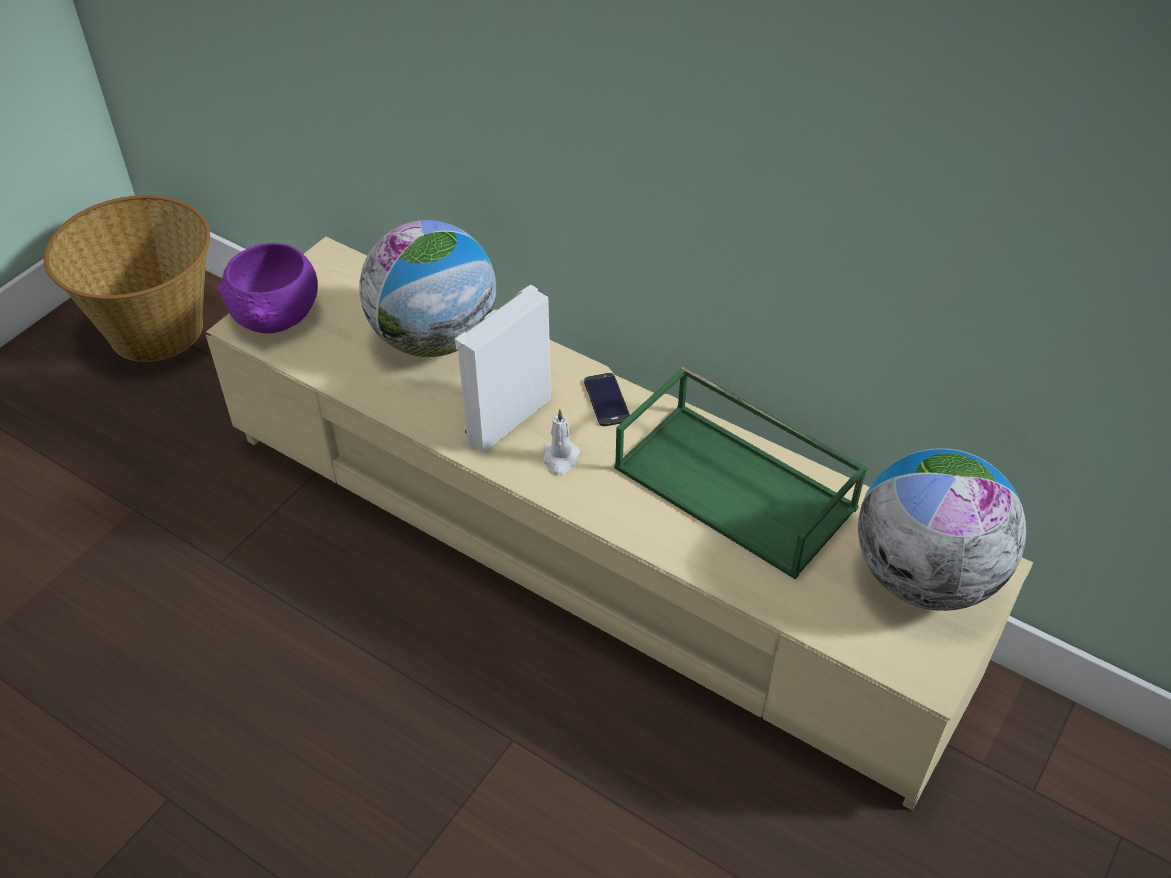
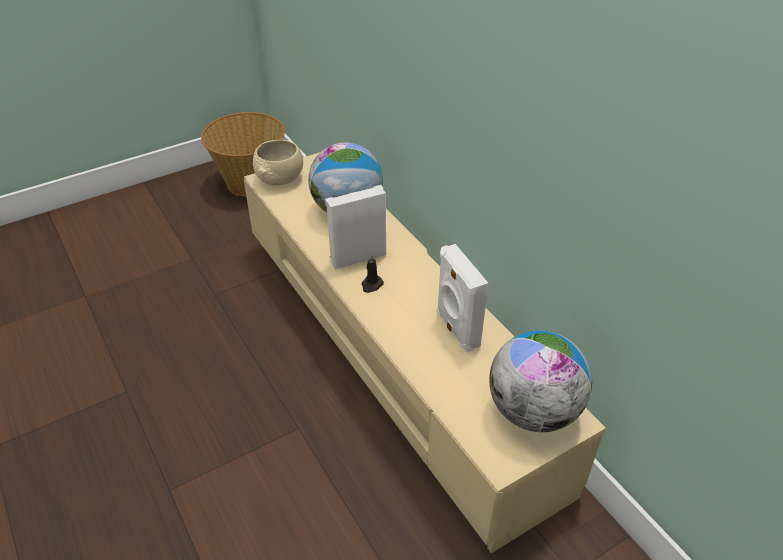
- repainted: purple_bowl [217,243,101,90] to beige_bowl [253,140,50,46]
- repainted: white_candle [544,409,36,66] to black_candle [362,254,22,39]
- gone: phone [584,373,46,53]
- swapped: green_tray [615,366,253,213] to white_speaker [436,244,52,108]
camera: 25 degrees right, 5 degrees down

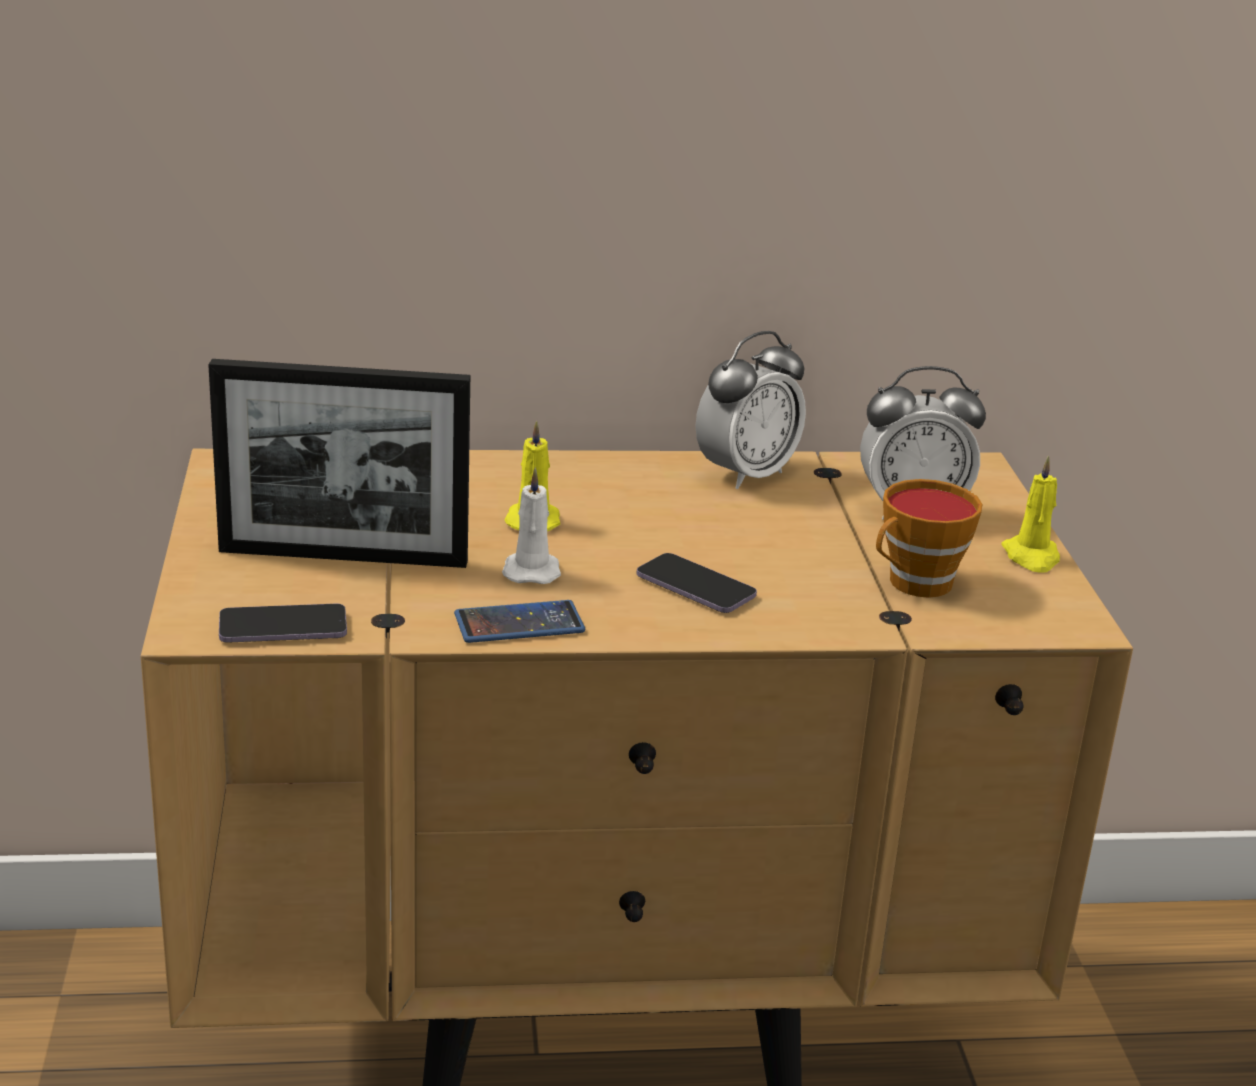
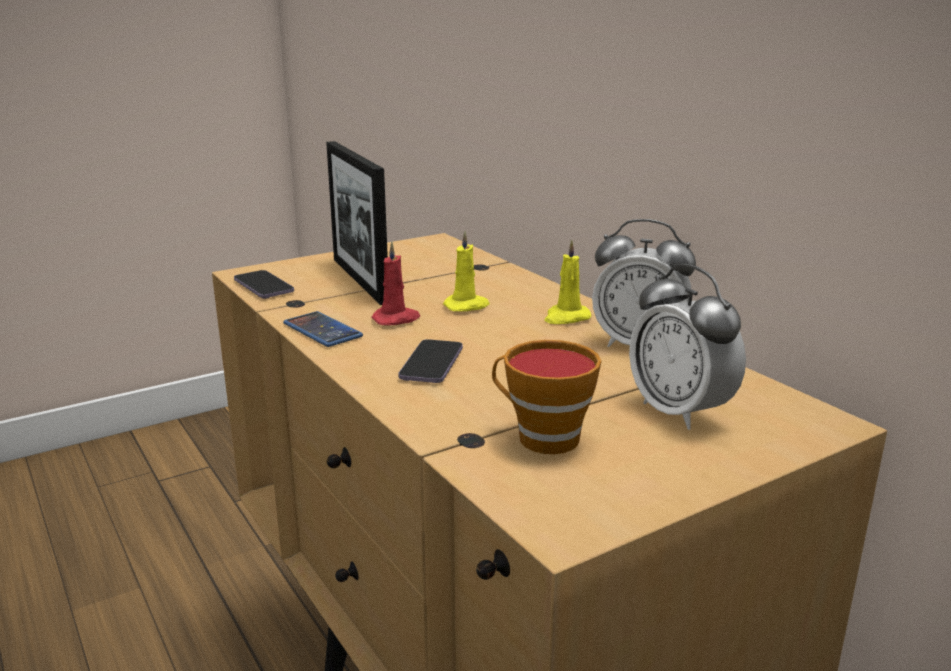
- repainted: white_candle [502,467,59,117] to red_candle [371,242,49,83]
- shifted: yellow_candle [1001,456,59,117] to [544,239,47,85]
camera: 65 degrees right, 5 degrees down

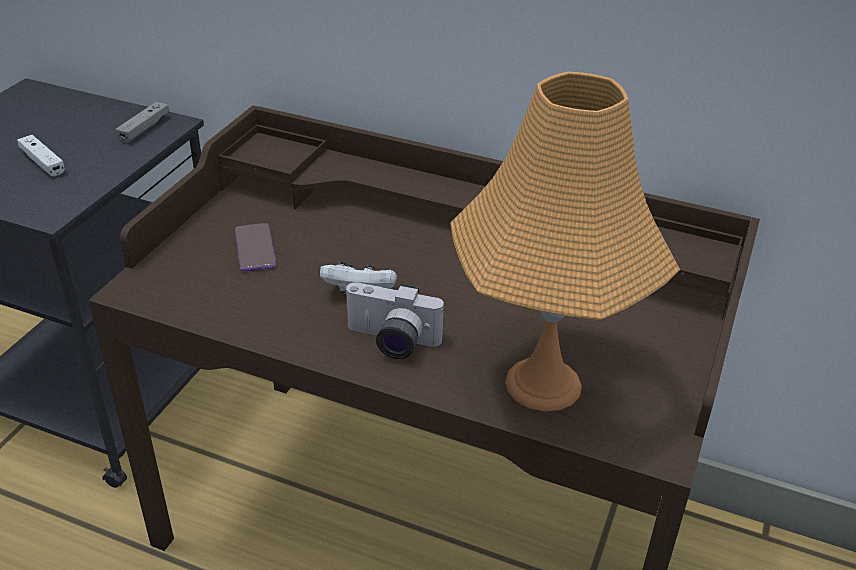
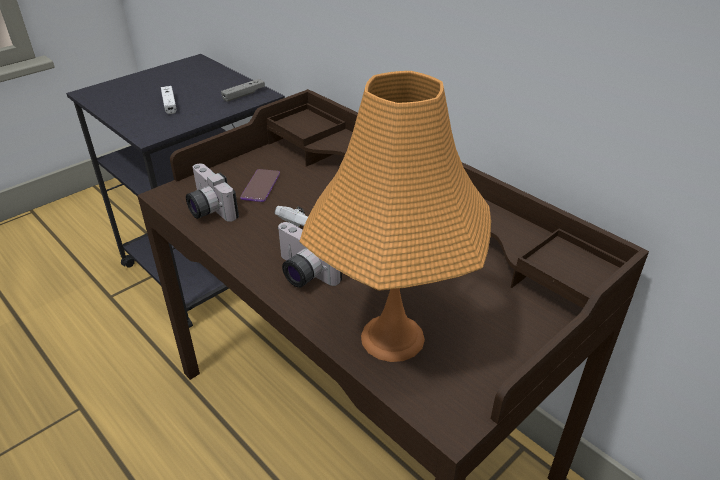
- new: photo_camera [186,163,53,59]
camera: 25 degrees right, 0 degrees up

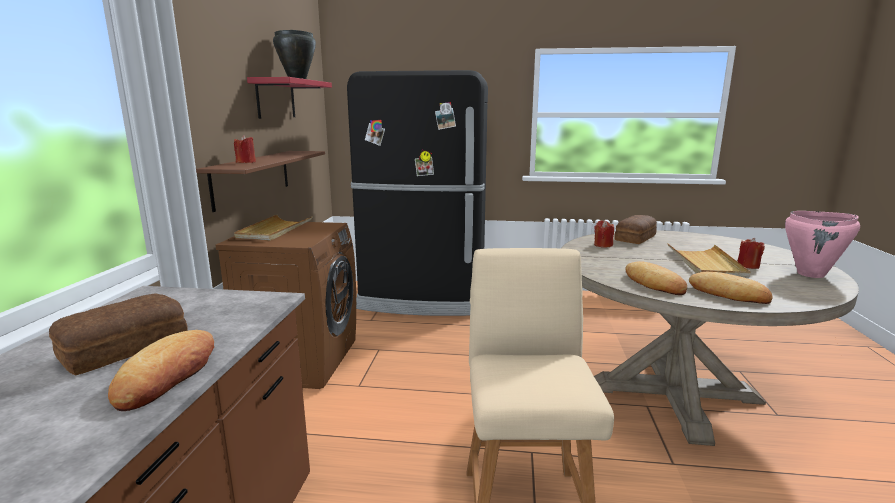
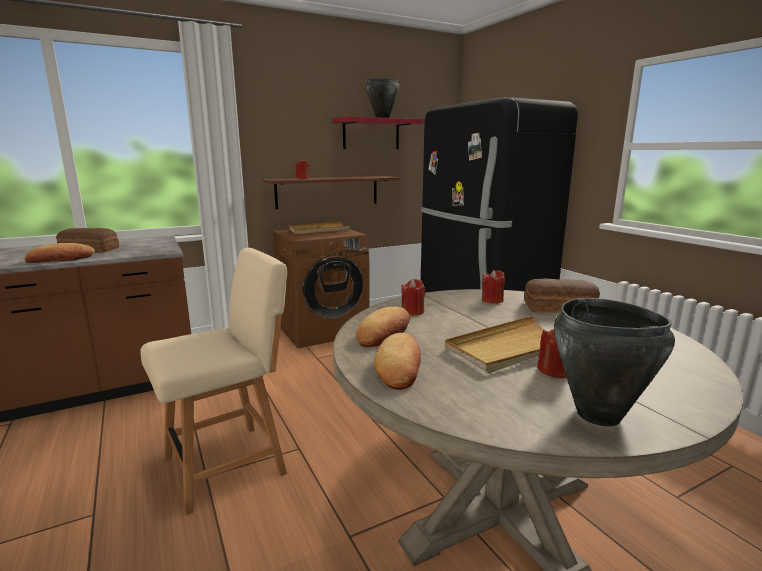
- repainted: pink_cooking_pot [785,211,75,67] to black_cooking_pot [554,298,121,128]
- new: red_candle [401,279,24,36]
camera: 55 degrees right, 0 degrees up

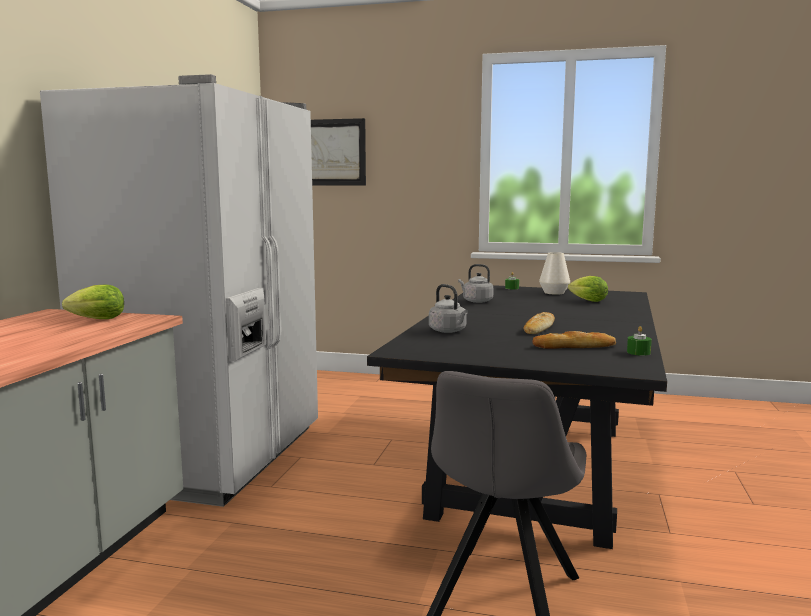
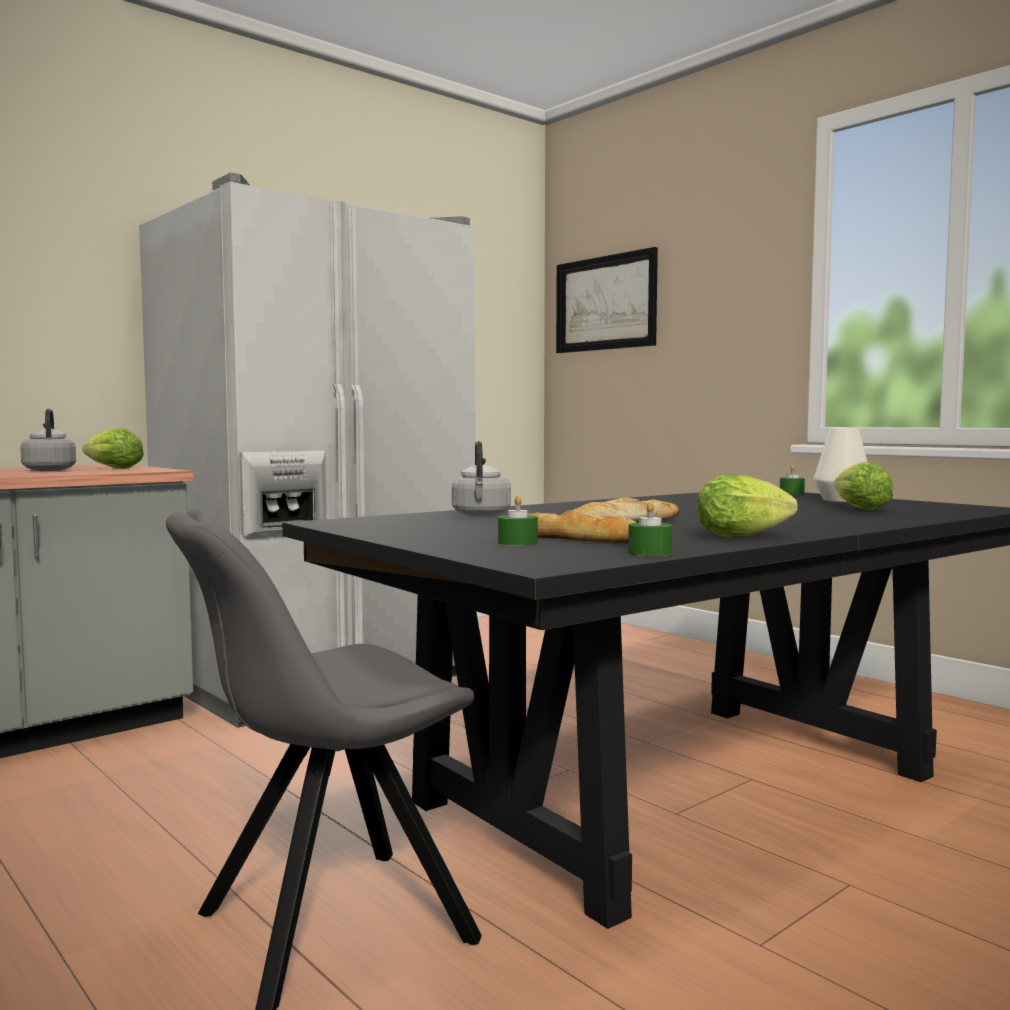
- shifted: grey_kettle [458,264,36,39] to [20,409,56,62]
- new: green_candle [498,495,40,51]
- new: lettuce [697,475,101,62]
camera: 35 degrees right, 5 degrees down

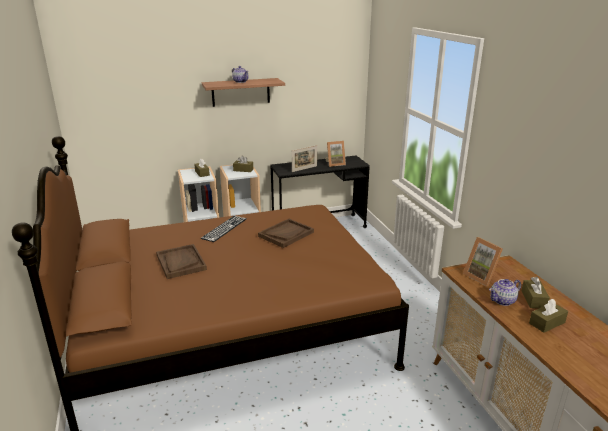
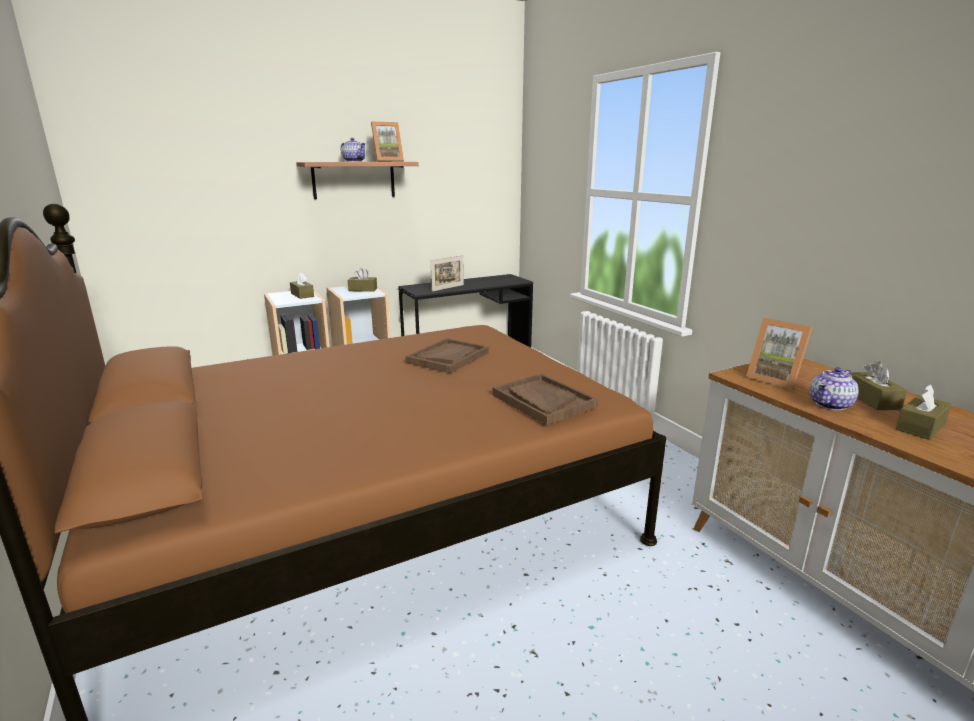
- shifted: brown_tray [156,244,51,35] to [492,374,106,51]
- gone: keyboard [200,216,47,26]
- shifted: picture_frame [326,141,20,26] to [371,122,33,40]
camera: 10 degrees left, 5 degrees down

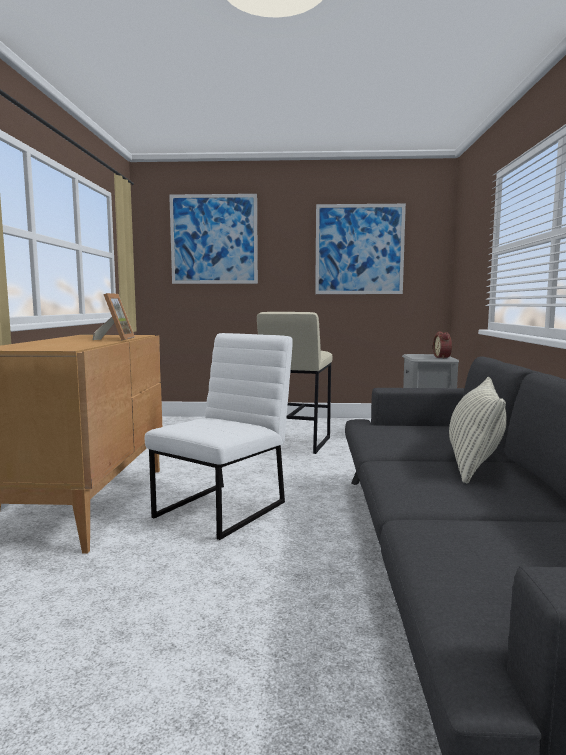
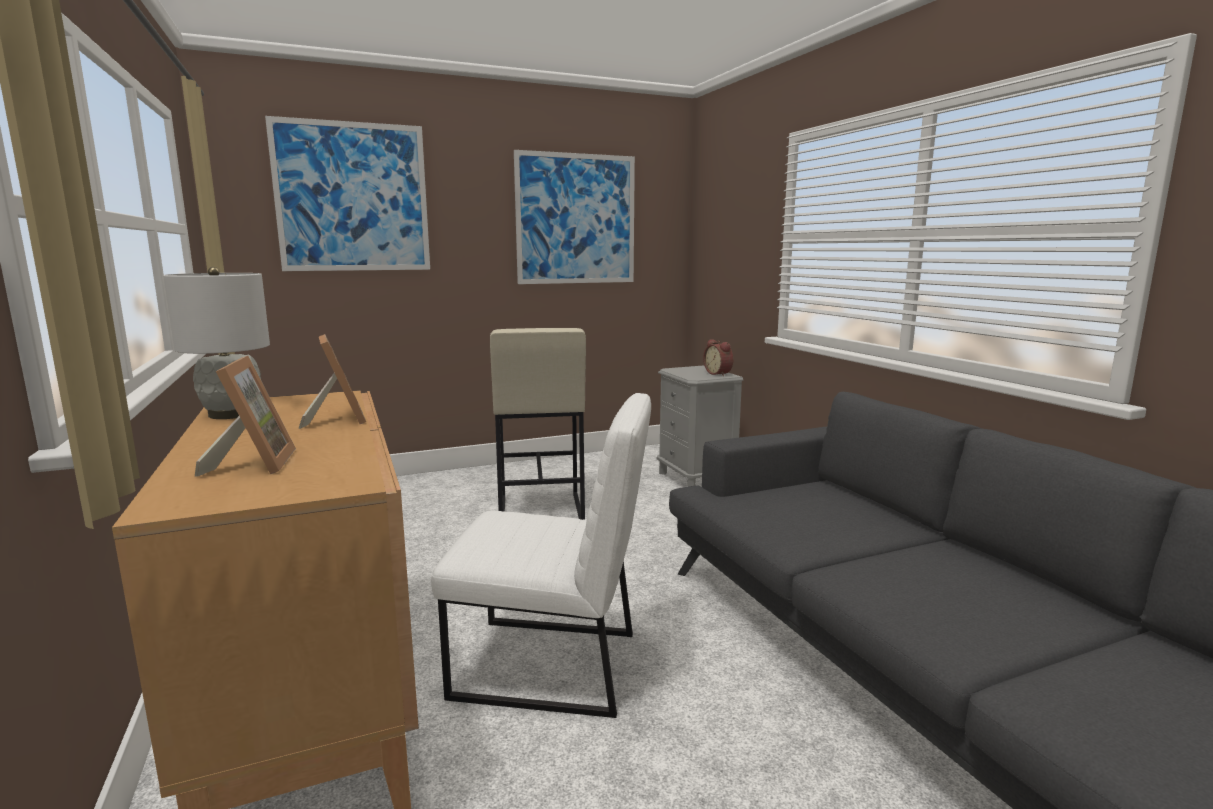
- rotated: white_chair [145,333,148,207] = [431,393,220,325] 90 degrees clockwise
- gone: pillow [449,377,58,106]
- new: white_table_lamp [163,267,107,152]
- new: picture_frame [195,356,101,121]
camera: 25 degrees left, 5 degrees up

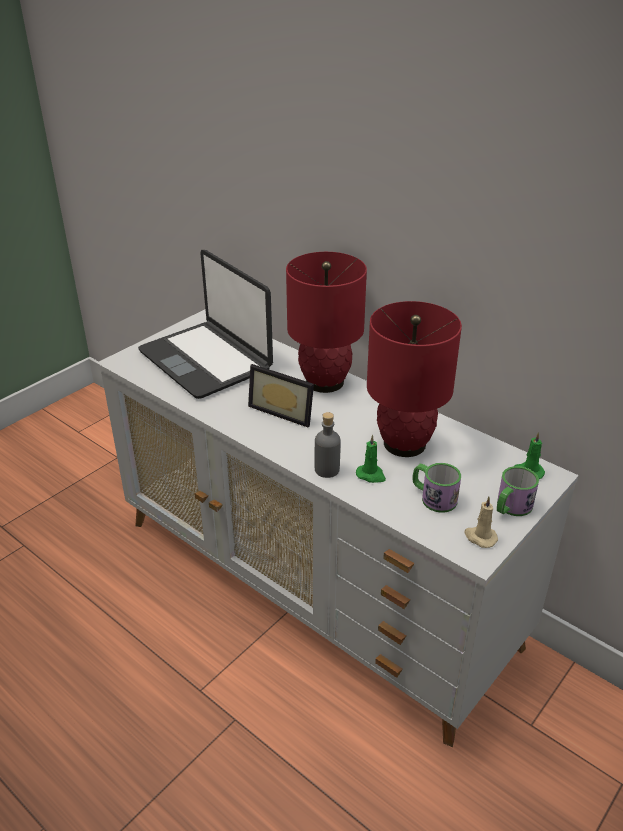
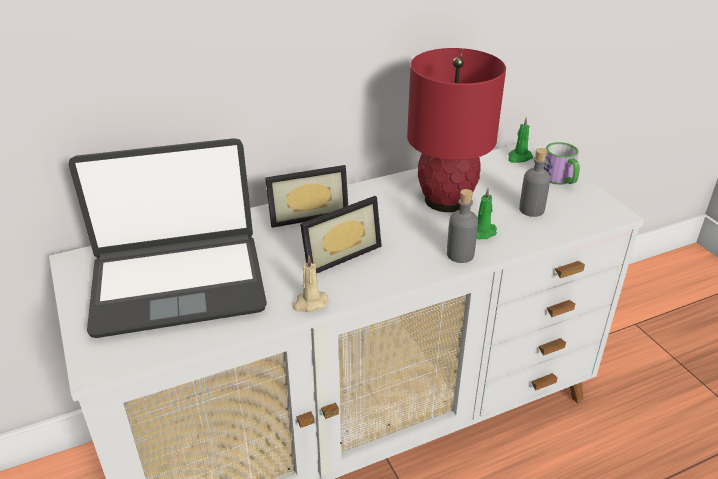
- swapped: red_table_lamp [286,252,81,141] to picture_frame [265,165,83,63]
- swapped: mug [412,463,49,50] to grey_bottle [519,148,32,69]
- shifted: beige_candle [464,497,34,51] to [292,255,36,57]
camera: 65 degrees left, 0 degrees up

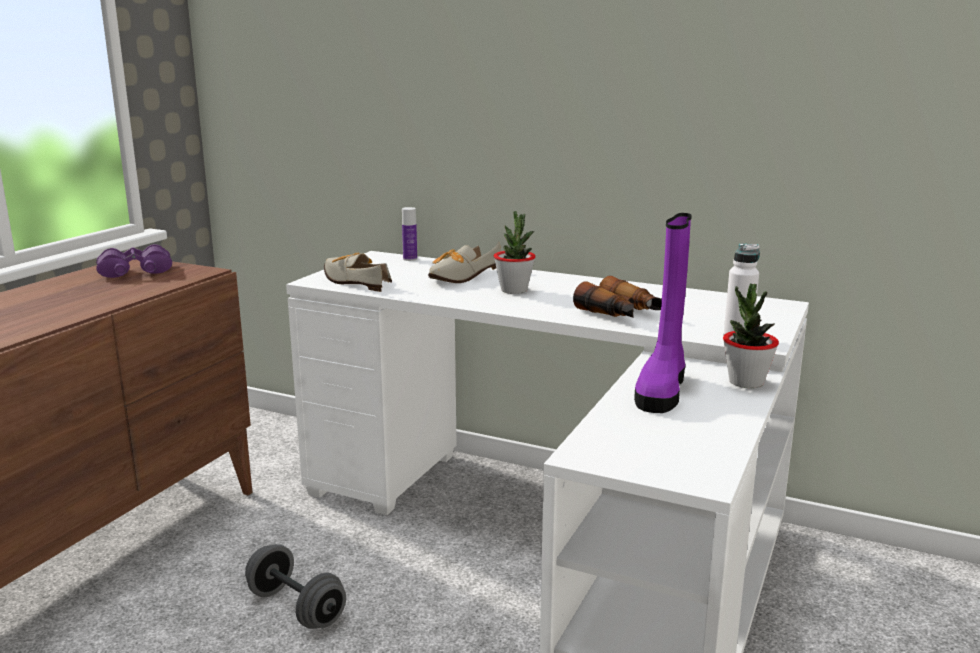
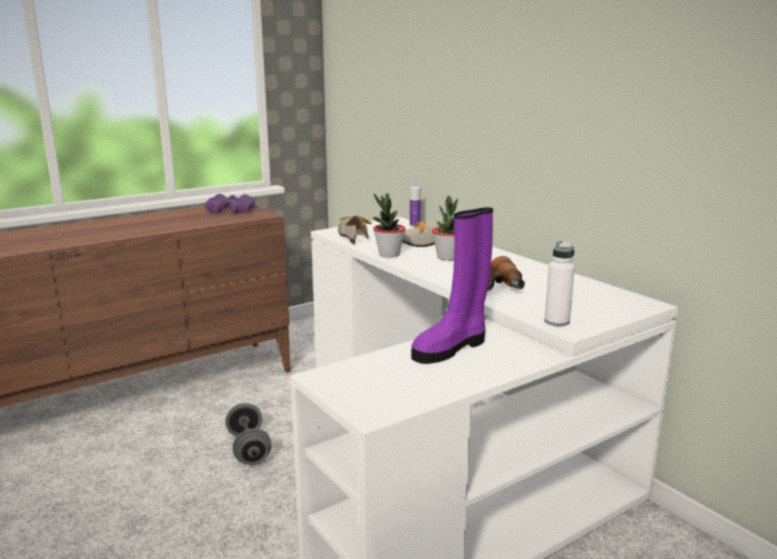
- shifted: potted_plant [723,284,56,104] to [373,193,33,65]
camera: 30 degrees right, 0 degrees up

